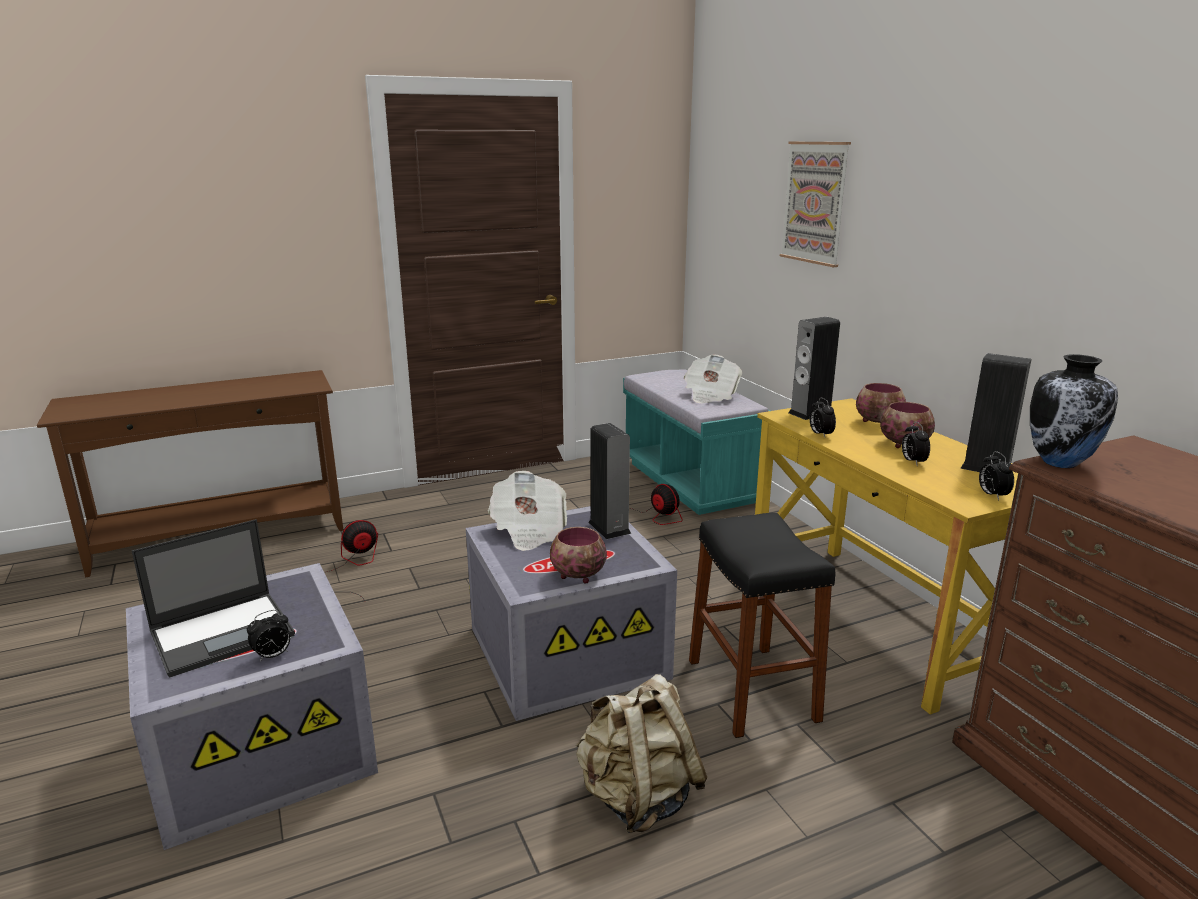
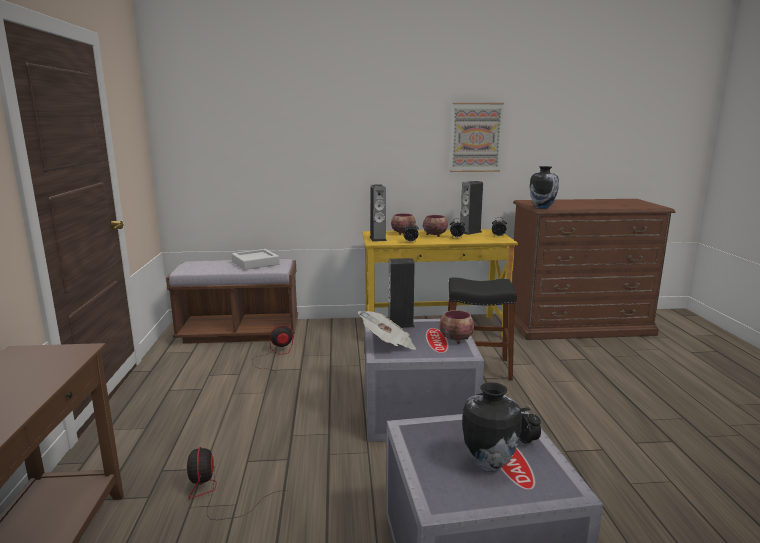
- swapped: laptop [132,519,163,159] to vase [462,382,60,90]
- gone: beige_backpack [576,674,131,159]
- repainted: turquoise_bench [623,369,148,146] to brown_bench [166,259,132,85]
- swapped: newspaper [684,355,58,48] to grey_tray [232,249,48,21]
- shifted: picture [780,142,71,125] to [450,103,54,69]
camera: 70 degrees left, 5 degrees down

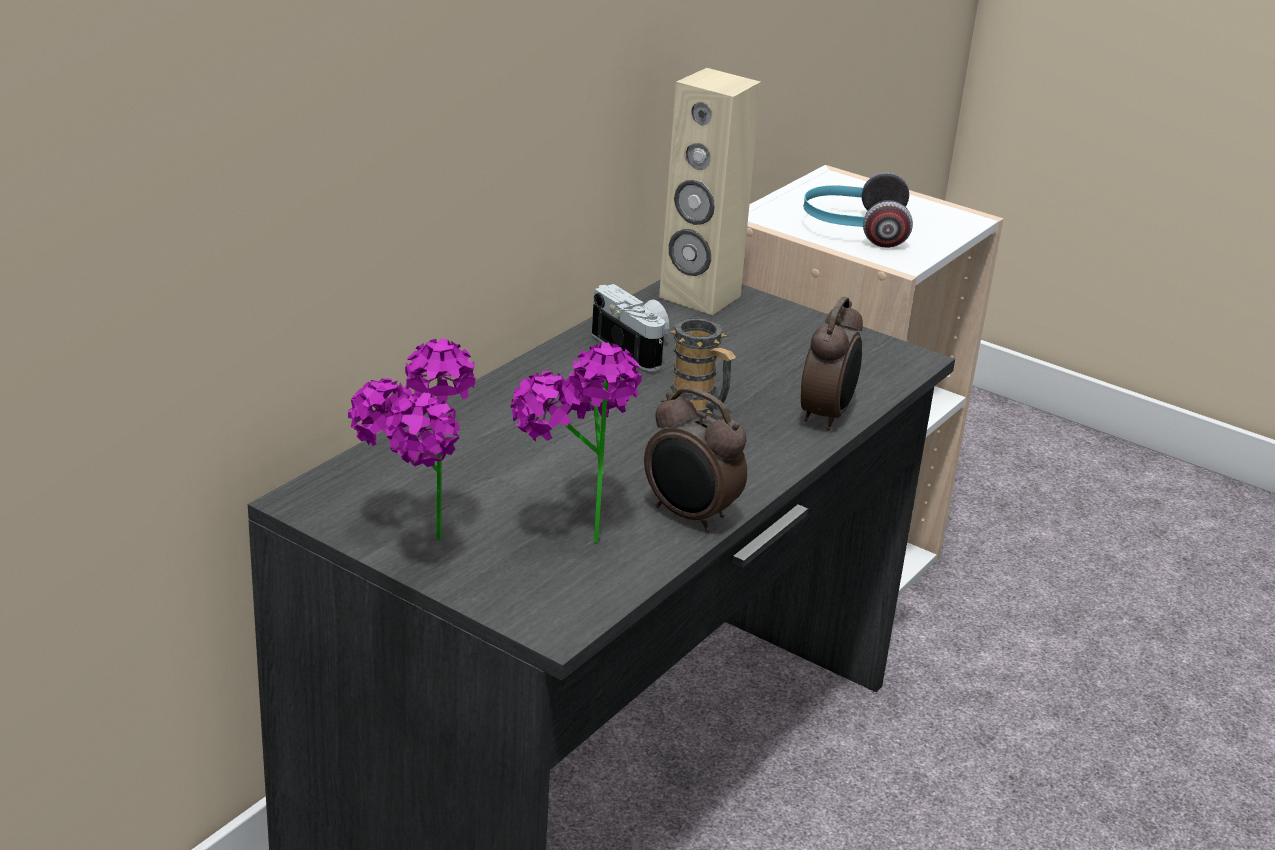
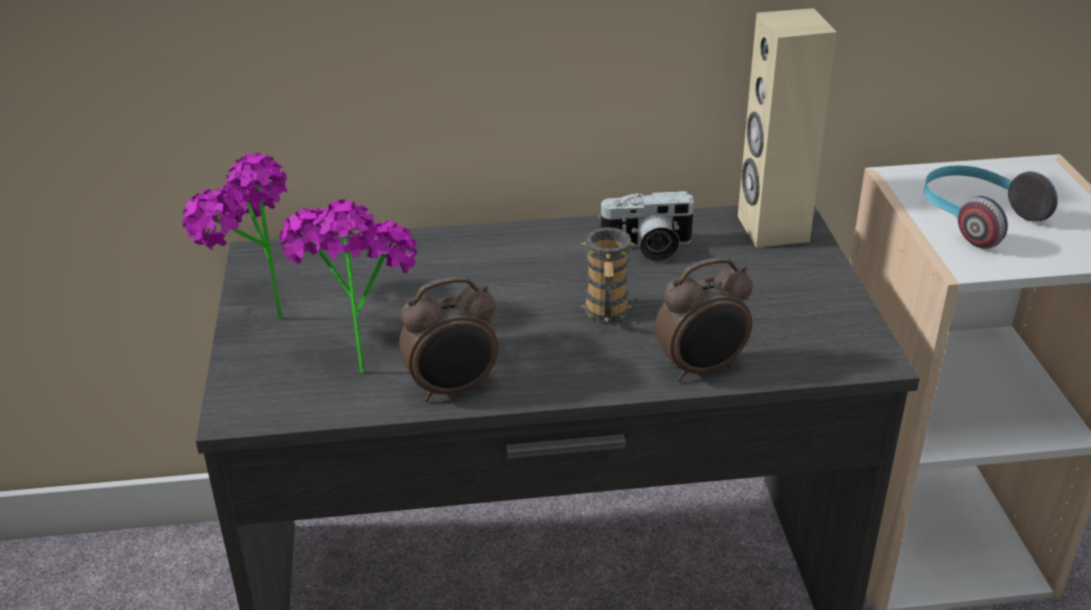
- rotated: photo_camera [592,284,77,87] = [597,191,99,71] 75 degrees clockwise
- rotated: alarm_clock [644,387,103,145] = [399,277,99,125] 105 degrees counterclockwise
camera: 50 degrees right, 5 degrees up

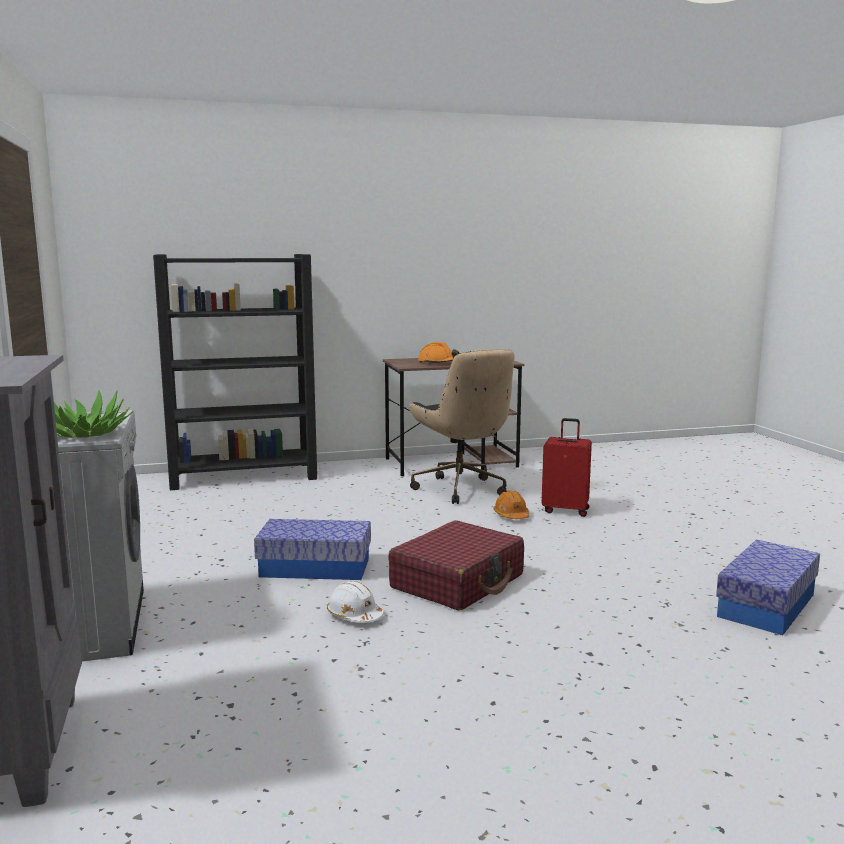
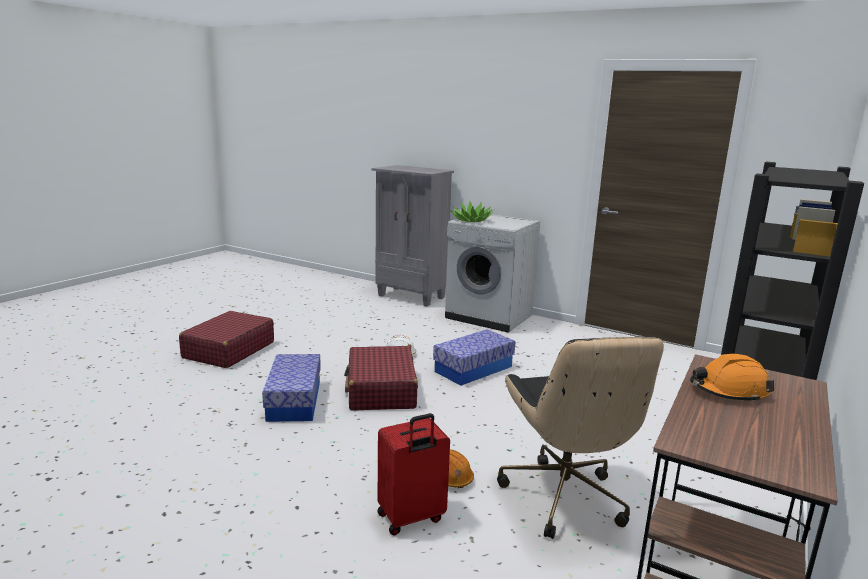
- rotated: black_office_chair [409,349,105,155] = [497,337,167,202] 120 degrees counterclockwise
- shifted: storage_box [716,540,104,95] to [262,354,59,68]
- new: red_suitcase [179,311,95,57]
camera: 135 degrees right, 5 degrees up

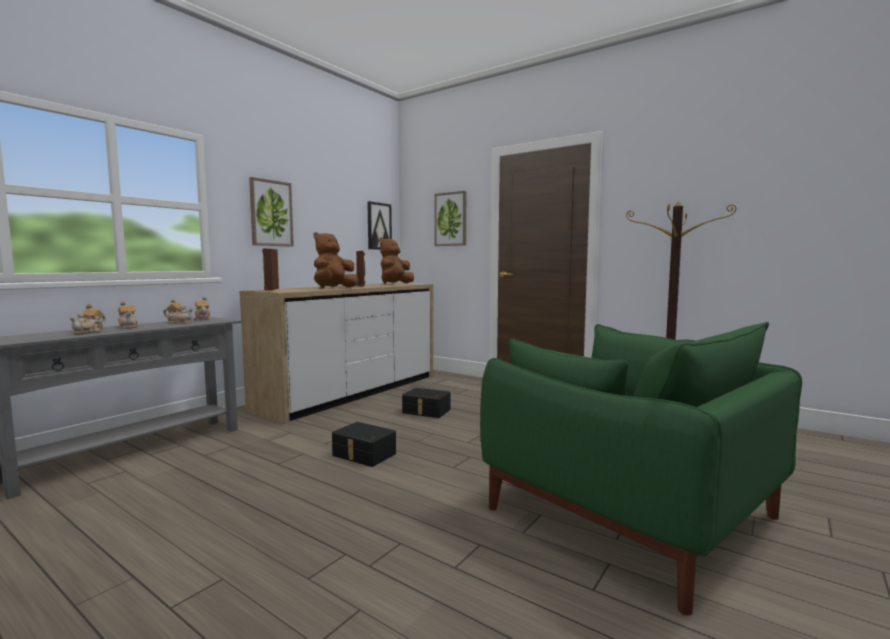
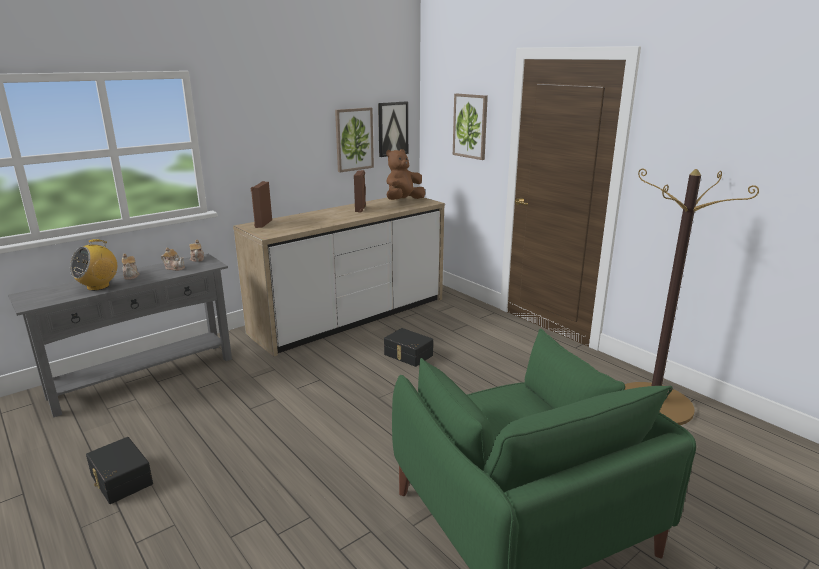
- swapped: teapot [70,304,36,30] to radio [70,239,47,52]
- shifted: picture [249,177,45,70] to [335,108,39,64]
- gone: brown_plush_toy [313,232,45,56]
- shifted: black_storage_box [332,422,64,45] to [86,437,67,67]
camera: 15 degrees right, 15 degrees up

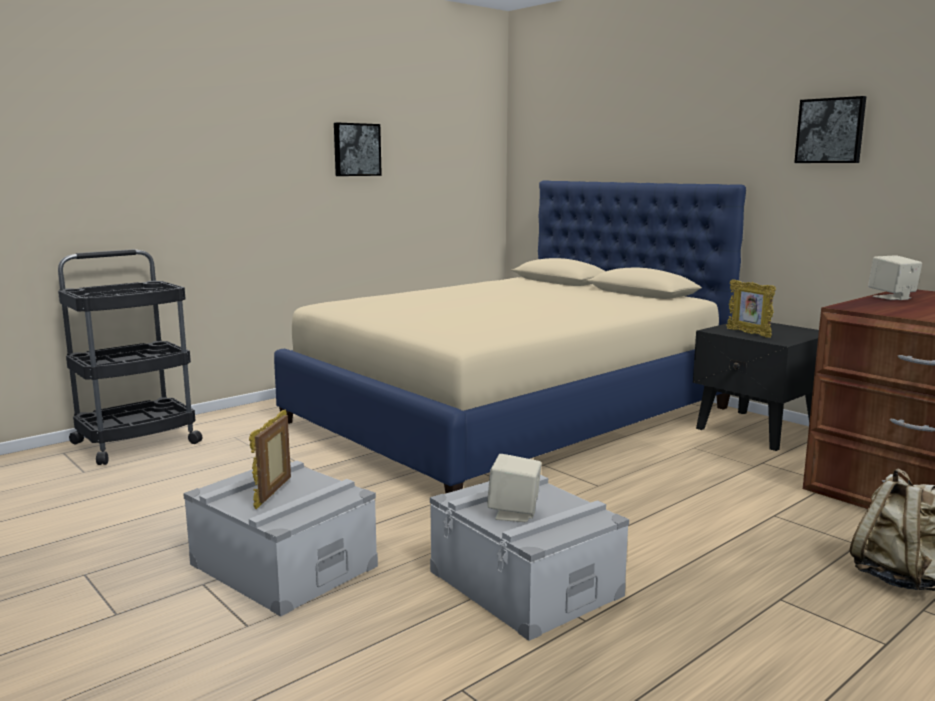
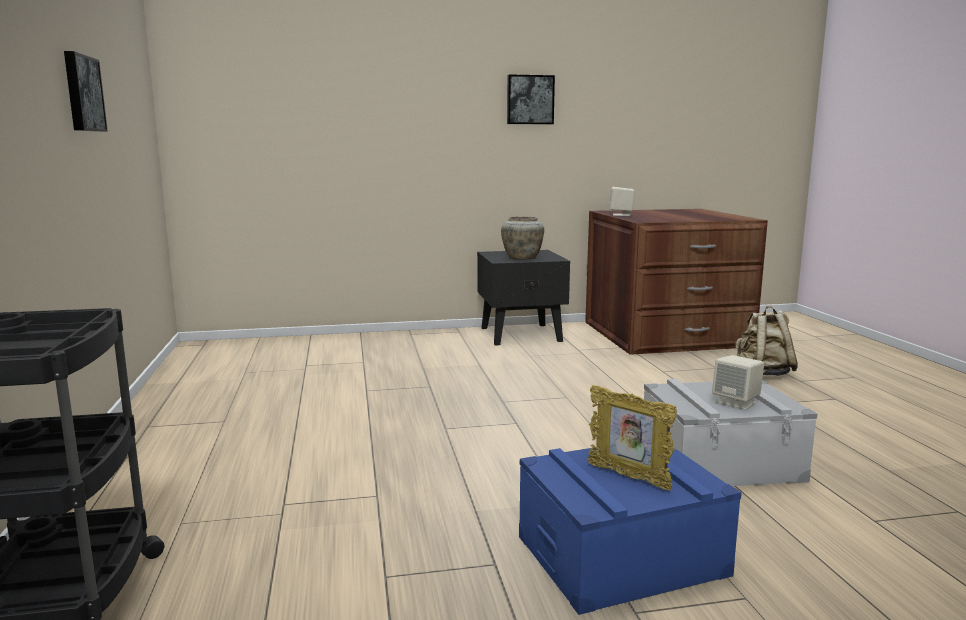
- repainted: grey_storage_box [183,461,195,156] to blue_storage_box [519,447,223,168]
- gone: beige_bed [274,180,472,314]
- swapped: picture_frame [726,280,50,58] to beige_vase [501,217,43,43]
camera: 60 degrees left, 0 degrees up

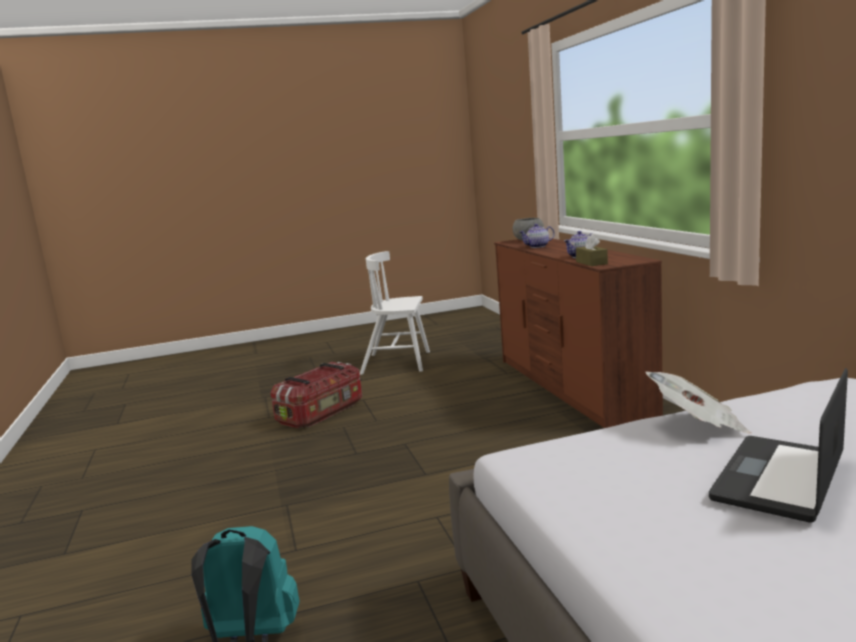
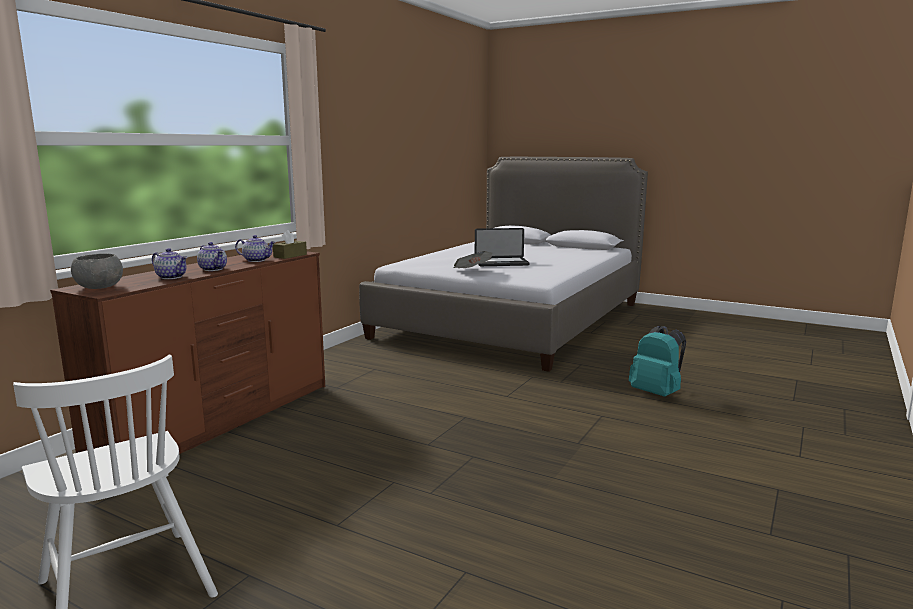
- gone: storage_box [271,362,91,67]
- new: teapot [197,242,30,29]
camera: 135 degrees left, 0 degrees up

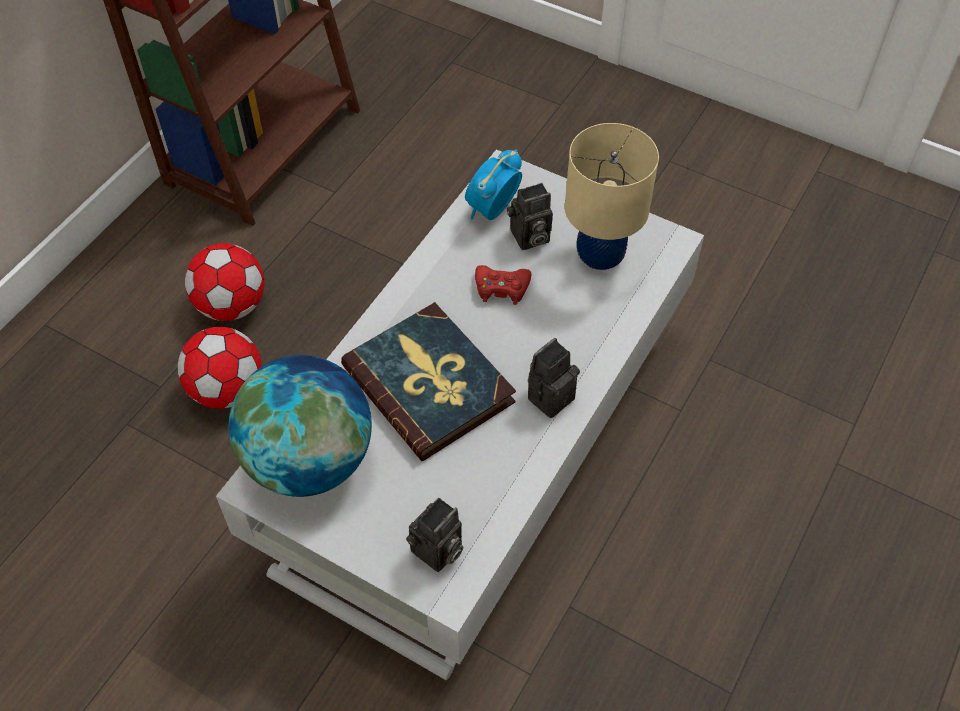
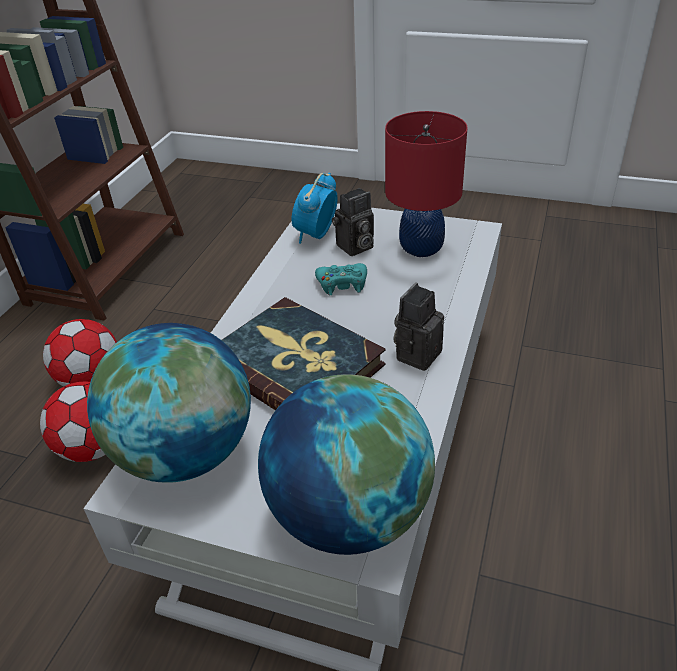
- swapped: photo_camera [406,498,57,74] to globe [258,374,177,181]
- repainted: red_game_controller [475,265,56,40] to turquoise_game_controller [315,263,52,32]
- repainted: beige_table_lamp [565,123,94,147] to red_table_lamp [385,111,82,146]
camera: 10 degrees left, 15 degrees down

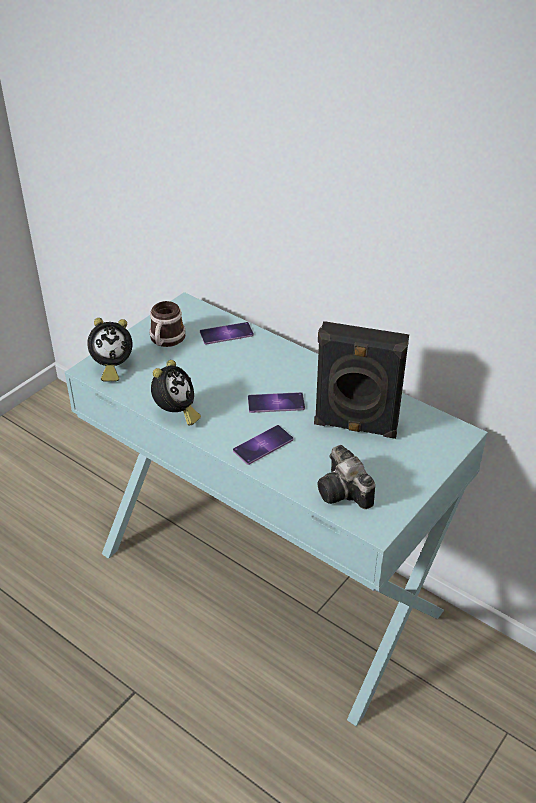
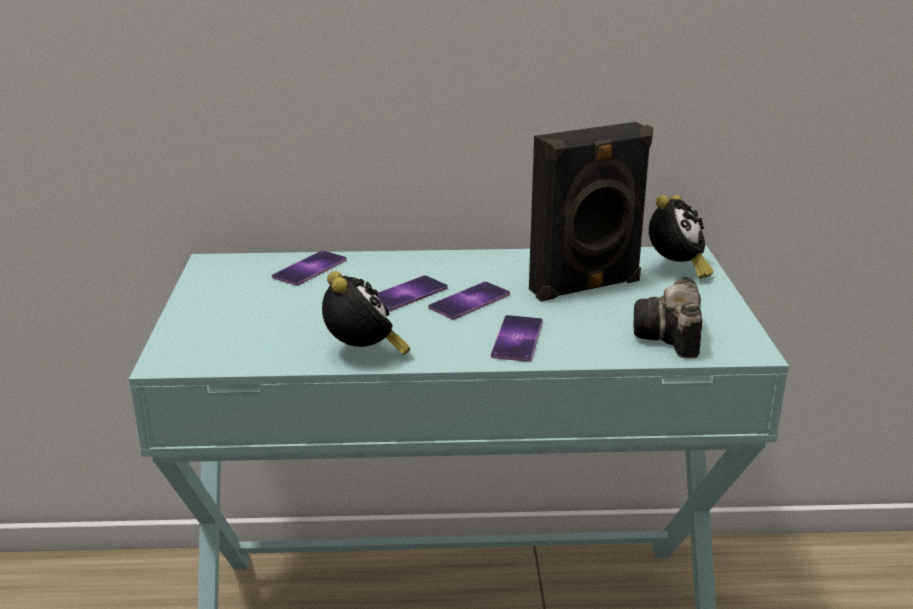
- shifted: alarm_clock [87,318,46,64] to [649,195,65,84]
- gone: mug [149,301,37,46]
- rotated: photo_camera [318,445,57,64] = [634,277,68,82] 75 degrees clockwise
- new: phone [377,275,71,37]
camera: 40 degrees left, 15 degrees down

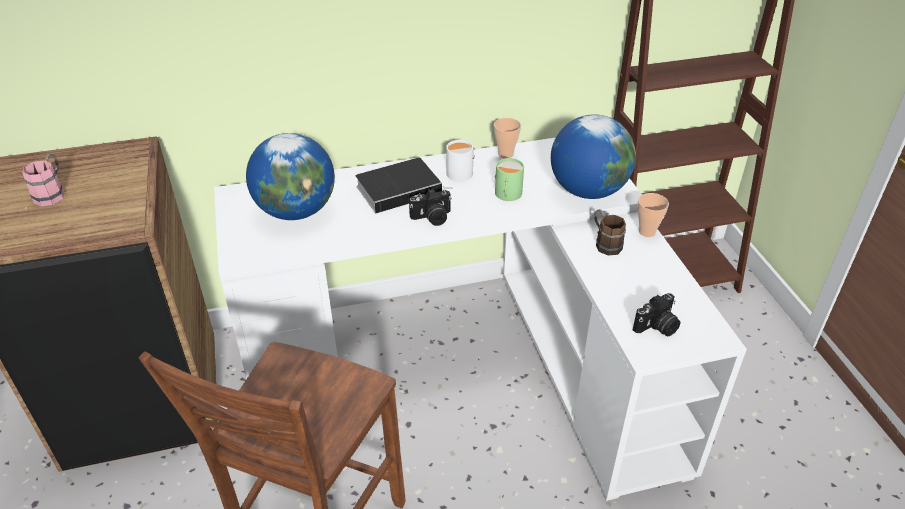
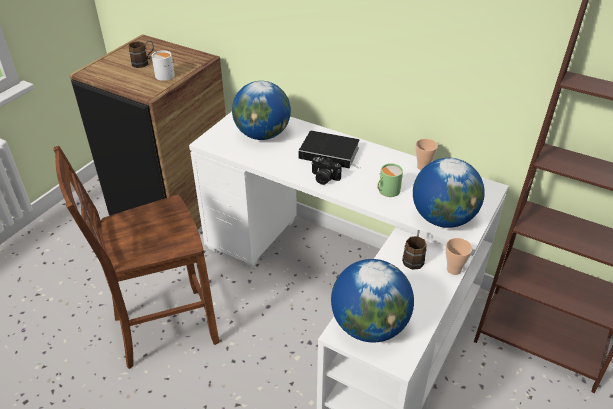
- repainted: pink_mug [22,154,42,52] to brown_mug [129,41,25,27]
- shifted: white_mug [446,140,28,41] to [152,50,23,31]
- swapped: photo_camera [633,293,47,43] to globe [331,259,83,83]
camera: 45 degrees right, 0 degrees up

